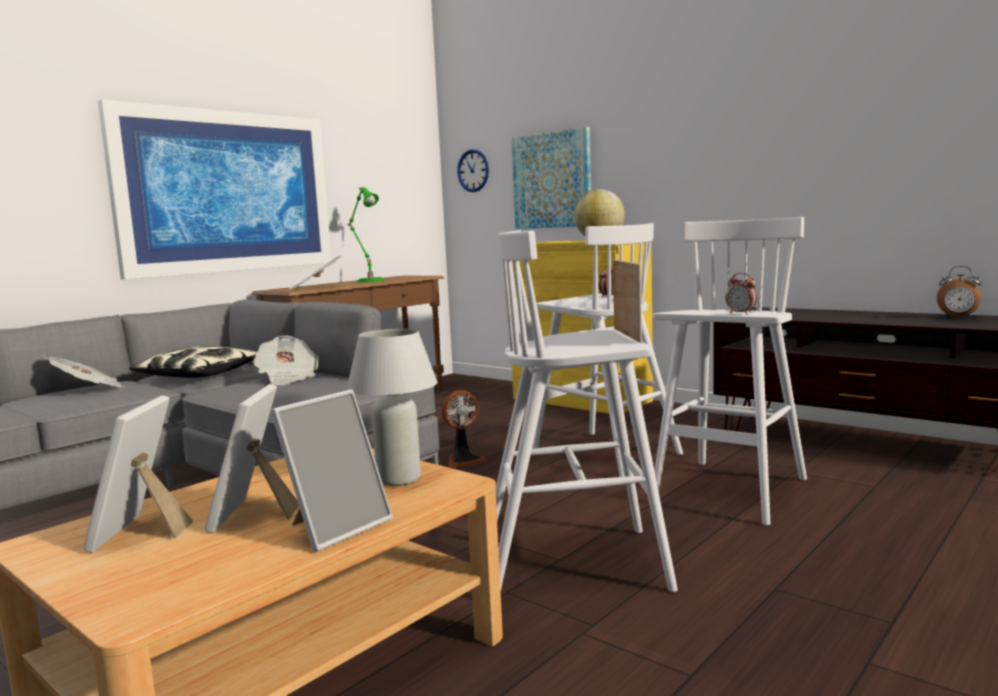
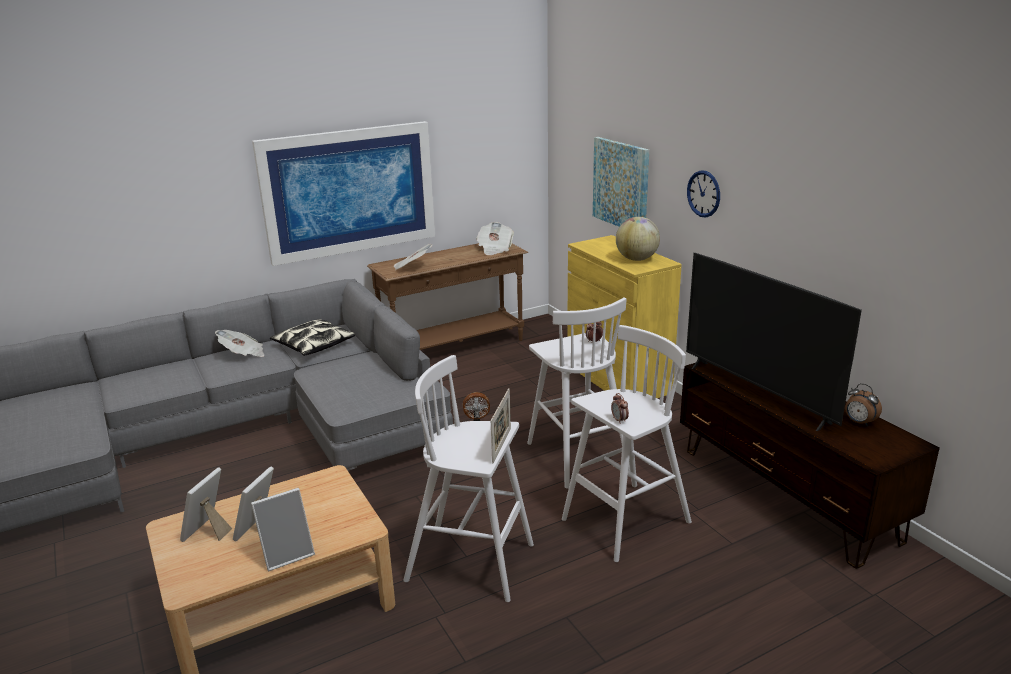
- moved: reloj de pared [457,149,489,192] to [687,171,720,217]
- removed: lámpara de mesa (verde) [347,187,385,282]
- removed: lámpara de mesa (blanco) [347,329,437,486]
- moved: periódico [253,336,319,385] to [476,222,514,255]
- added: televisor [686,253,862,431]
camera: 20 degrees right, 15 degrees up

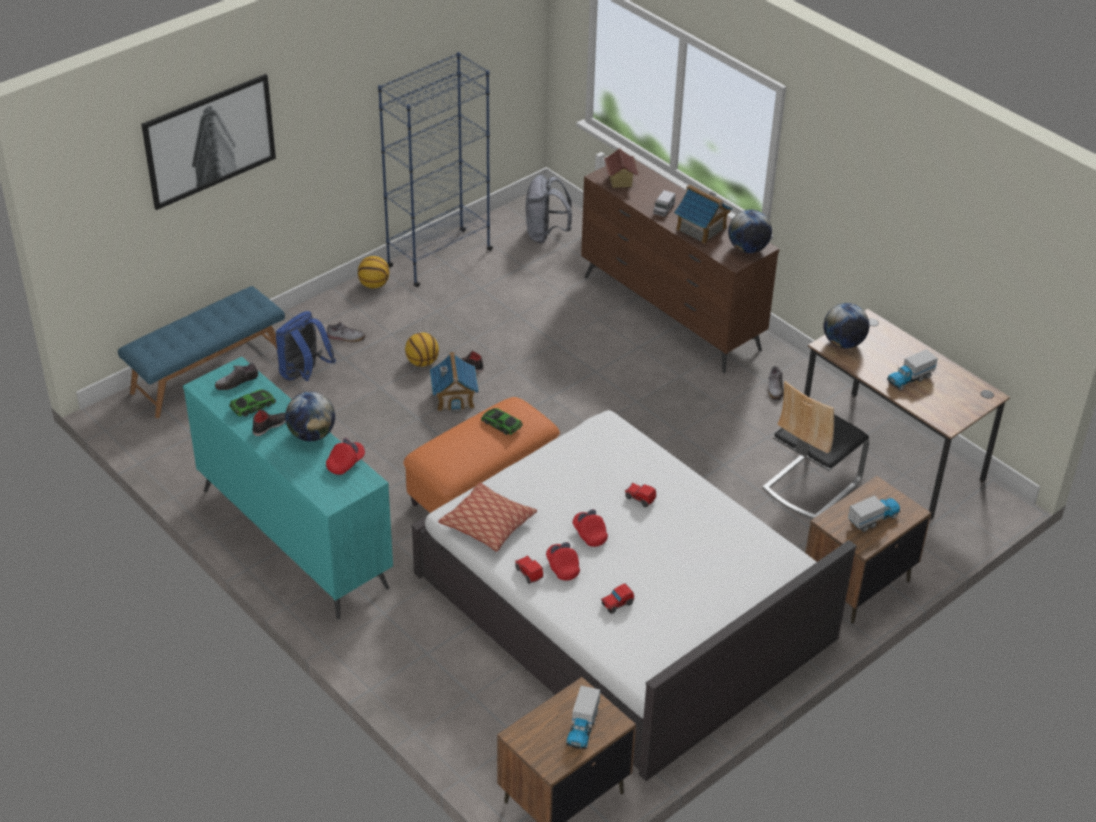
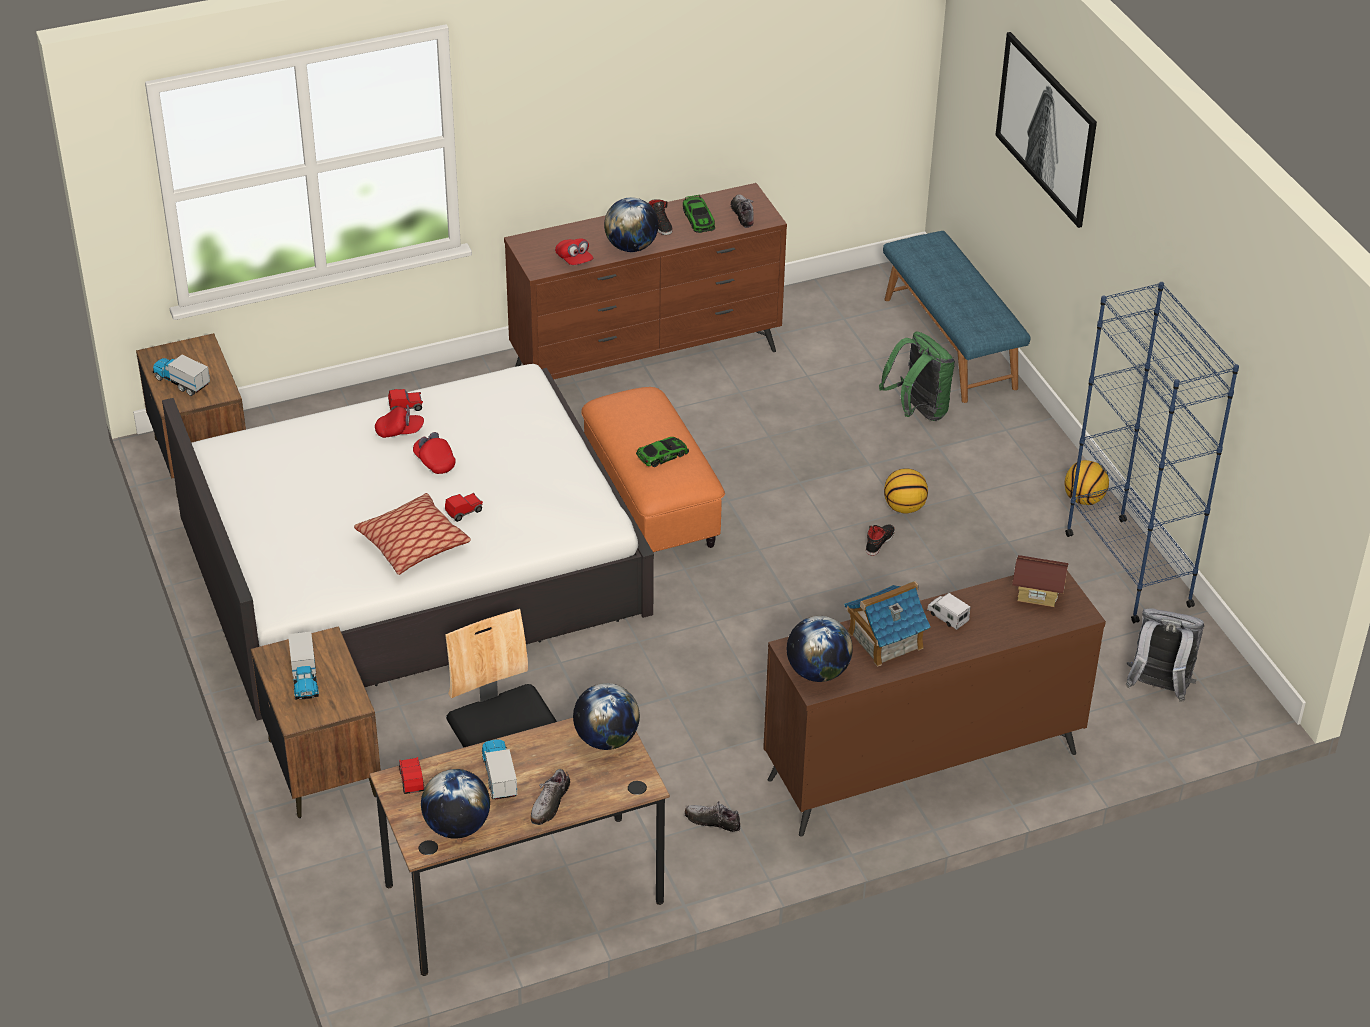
- recoloured: mochila (azul) [276,311,336,381] to mochila (verde) [879,332,955,421]
- moved: zapato [327,322,365,342] to [531,769,570,825]
- removed: casita [430,352,479,414]
- recoloured: cómoda (turquesa) [183,356,393,619] to cómoda (marrón) [504,183,787,379]
- moved: cojín [438,483,537,552] to [354,493,471,575]
- turned: gorra (rojo) [573,509,608,547] = [413,432,456,474] 120 degrees counterclockwise
- moved: coche de juguete [601,583,634,614] to [399,757,425,794]
- added: globo terráqueo [421,769,490,839]
camera: 110 degrees right, 0 degrees up

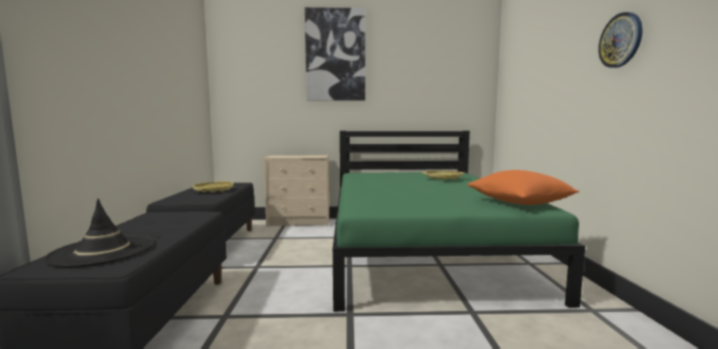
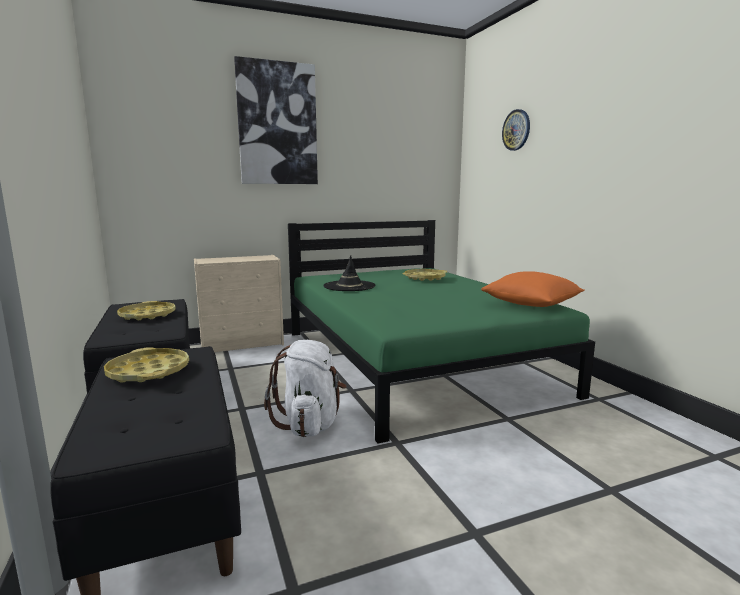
- moved: reloj de pared [598,12,642,68] to [502,109,530,151]
- moved: sombrero (negro) [44,199,154,267] to [323,255,375,291]
- added: mochila (blanco) [264,340,347,437]
- added: bandeja (amarillo) [104,347,189,383]
camera: 20 degrees left, 5 degrees up

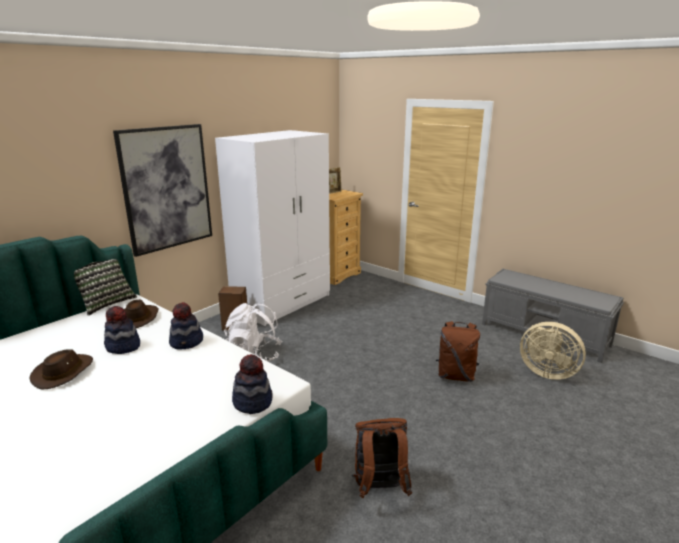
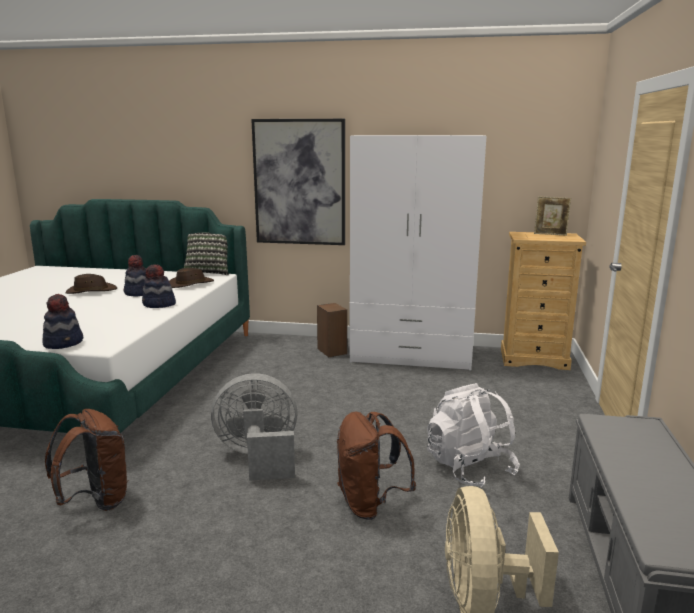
- moved: mochila (blanco) [224,303,282,361] to [427,383,520,487]
- added: ventilador (gris) [211,373,298,481]
camera: 60 degrees right, 5 degrees down

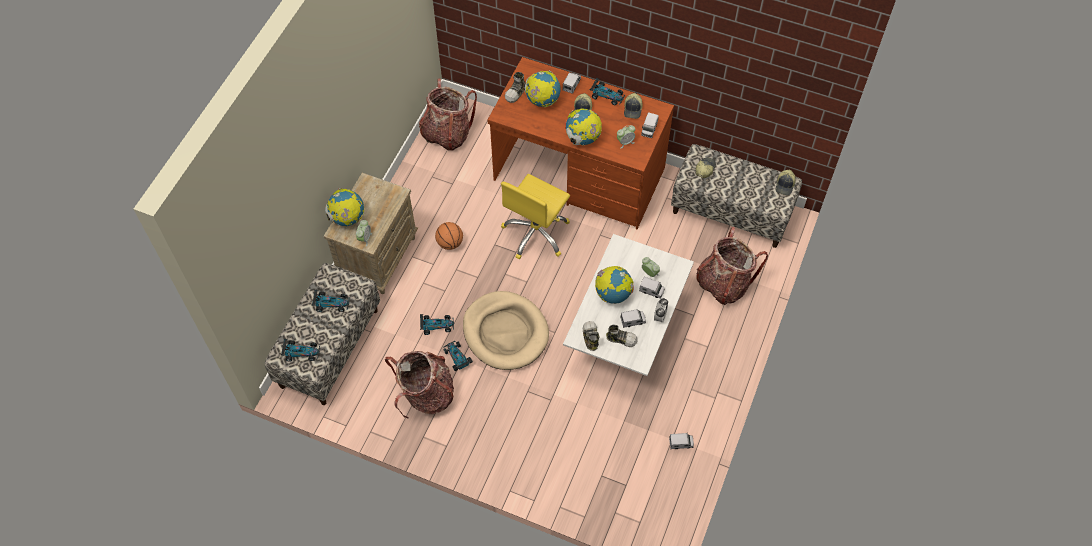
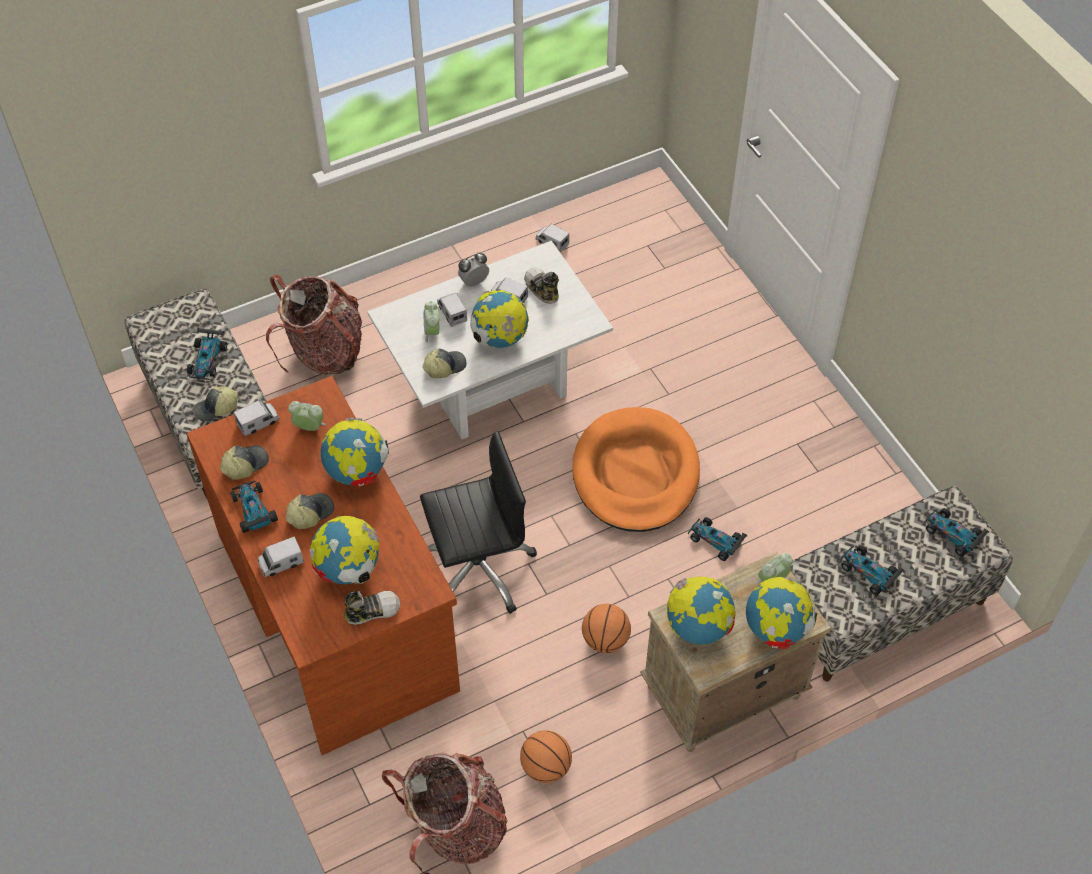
- moved: gorra [775,170,796,195] to [423,348,467,378]
- recoloured: silla de oficina (amarillo) [501,174,570,259] to silla de oficina (negro) [420,431,537,614]
- recoloured: cama para perro (beis) [463,291,549,370] to cama para perro (naranja) [572,407,700,532]
- removed: zapato [583,321,599,351]
- moved: coche de juguete [443,341,473,371] to [187,327,227,380]
- removed: mochila [385,351,454,419]
- added: globo terráqueo [667,577,736,645]
- added: balón de baloncesto [520,730,572,783]
camera: 140 degrees left, 5 degrees down

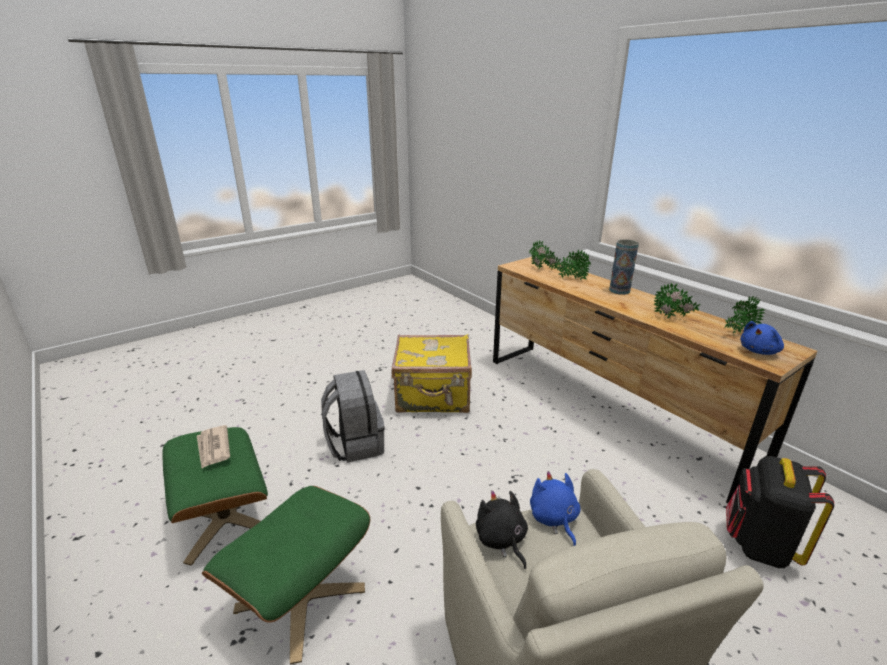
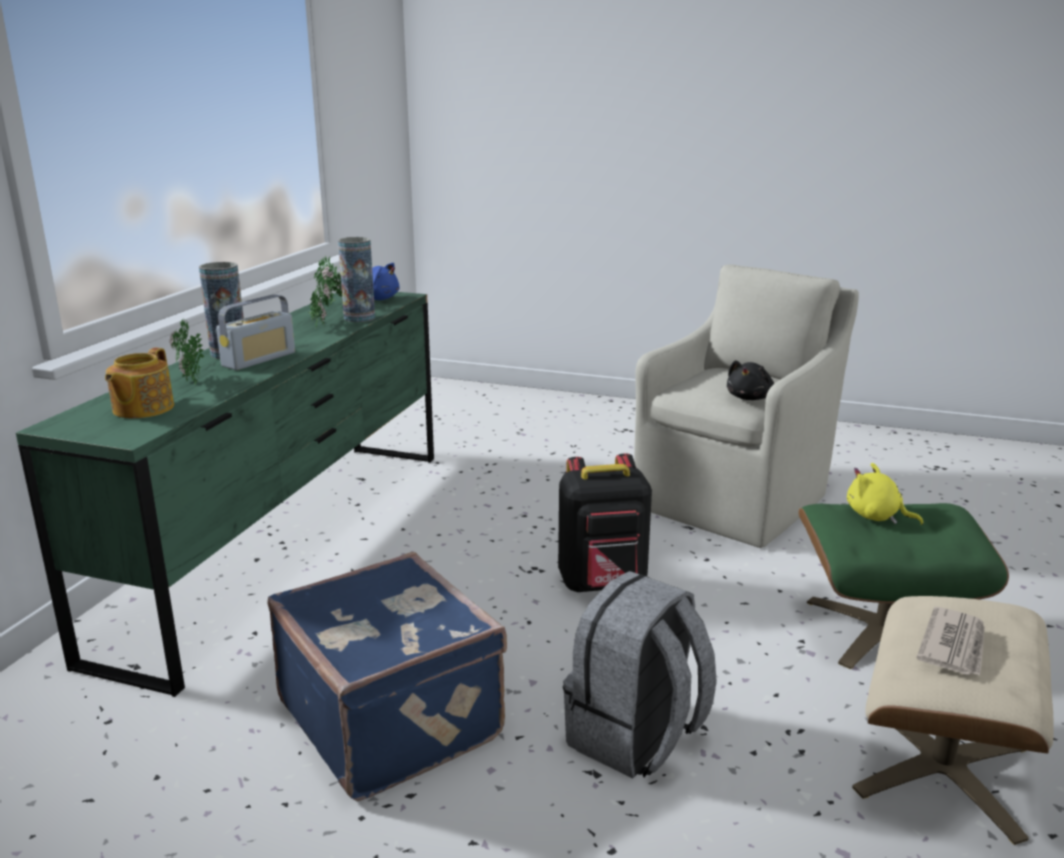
- replaced: planta en maceta [529,240,561,269] to tetera [105,348,174,419]
- recoloured: cómoda (marrón) [493,257,818,503] to cómoda (verde) [16,292,434,697]
- recoloured: maleta (amarillo) [392,334,472,413] to maleta (azul) [267,552,507,801]
- recoloured: puf (verde) [162,427,268,566] to puf (beis) [852,596,1054,845]
- moved: mochila (negro) [726,456,834,568] to [558,453,652,592]
- removed: peluche (azul) [530,471,581,546]
- added: florero [338,237,375,322]
- added: radio [216,294,295,370]
- added: peluche (amarillo) [847,463,923,525]
camera: 125 degrees left, 5 degrees down

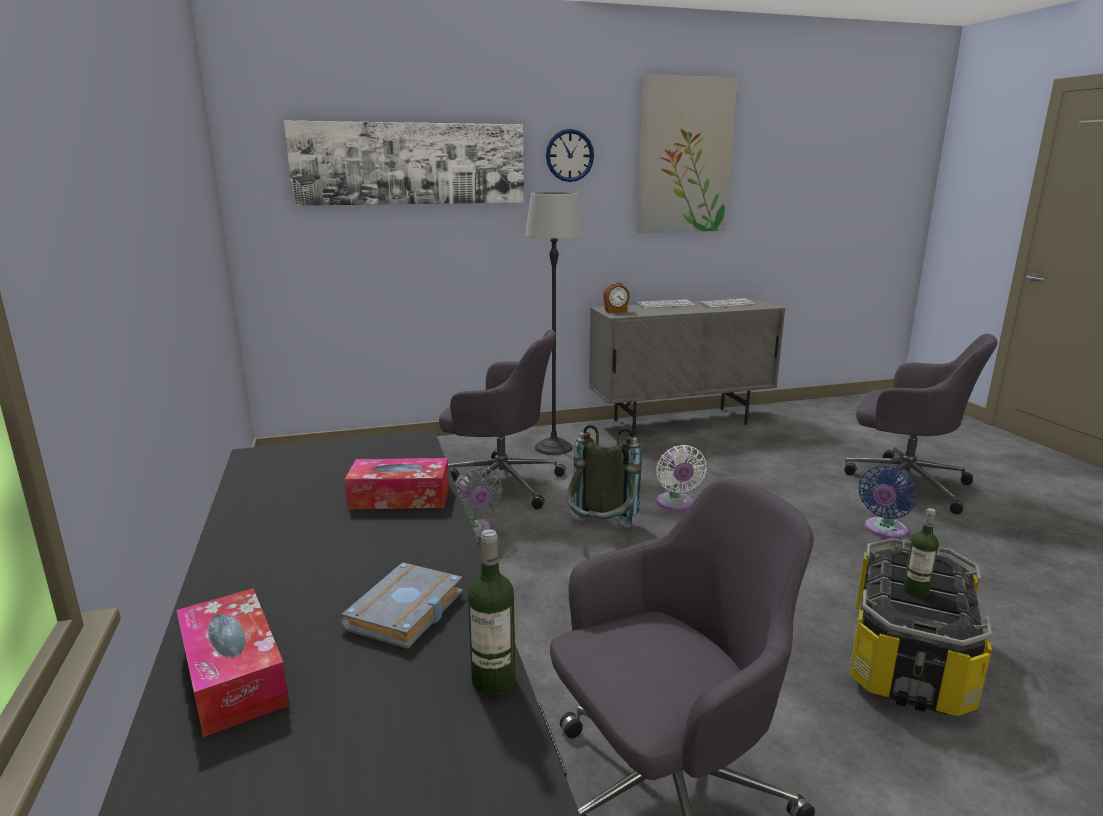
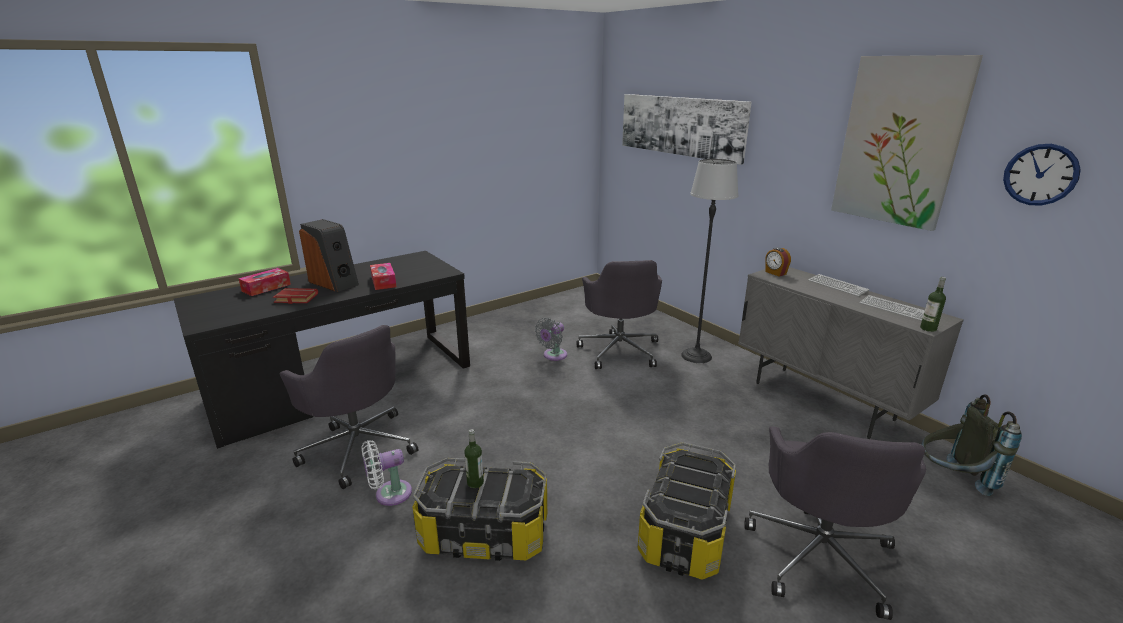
- moved: reloj de pared [546,129,594,182] to [1003,144,1081,205]
- moved: mochila (gris) [567,424,642,527] to [921,394,1022,496]
- moved: ventilador (blanco) [656,445,707,511] to [362,440,412,506]
- replaced: ventilador (azul) [859,466,917,539] to caja de almacenaje [637,442,736,580]
- moved: botella [468,529,516,695] to [920,277,946,332]
- recoloured: libro (gris) [339,562,463,649] to libro (rojo) [273,288,318,304]
- added: altavoz [299,219,359,292]
camera: 70 degrees right, 5 degrees up

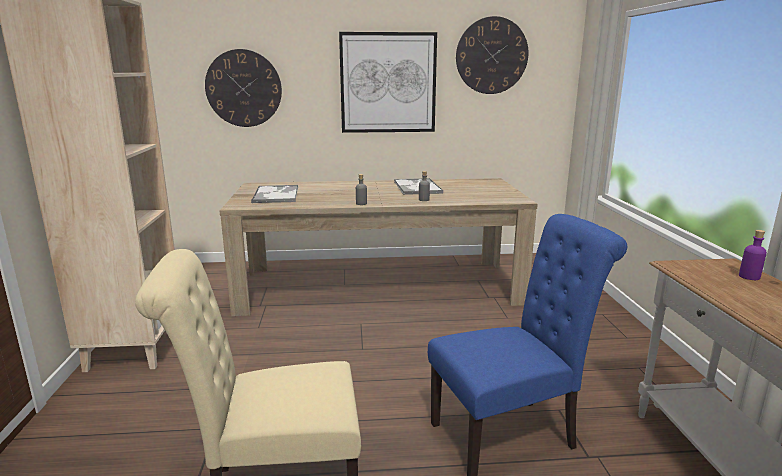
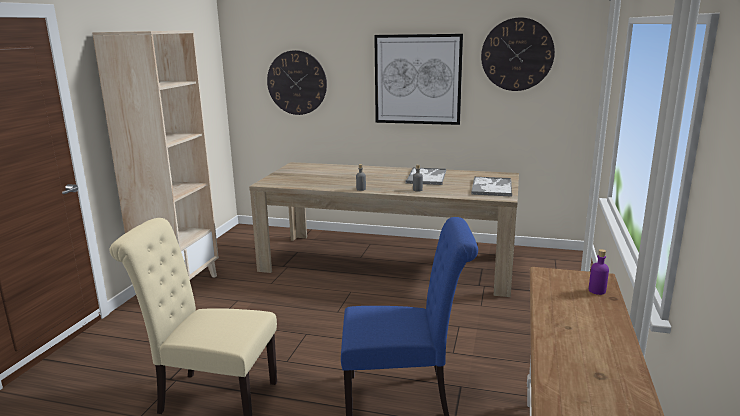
- moved: bandeja [251,185,299,203] to [471,177,512,197]
camera: 20 degrees right, 0 degrees up

